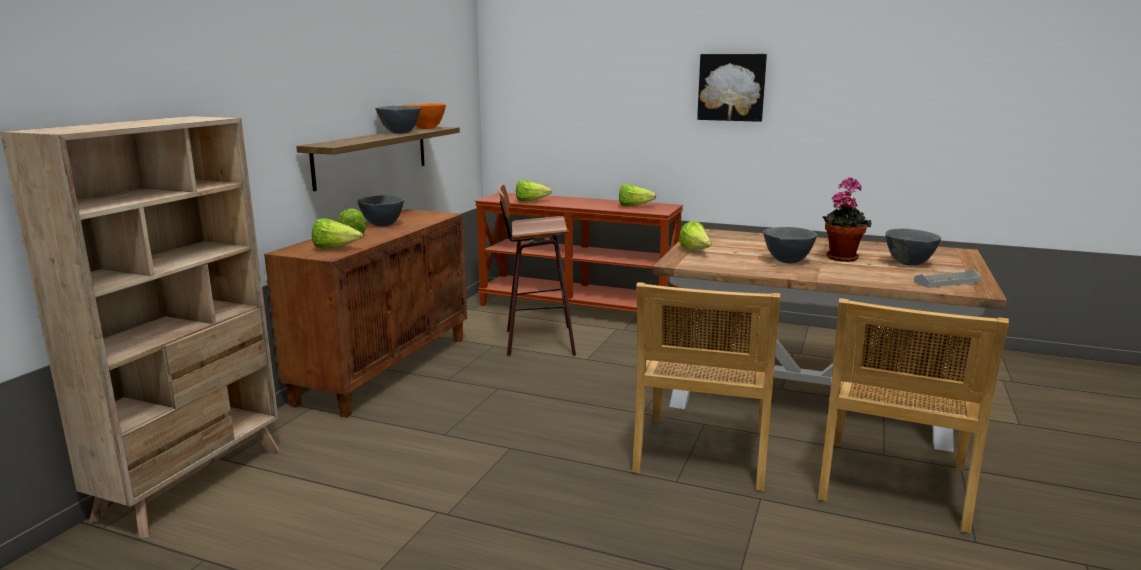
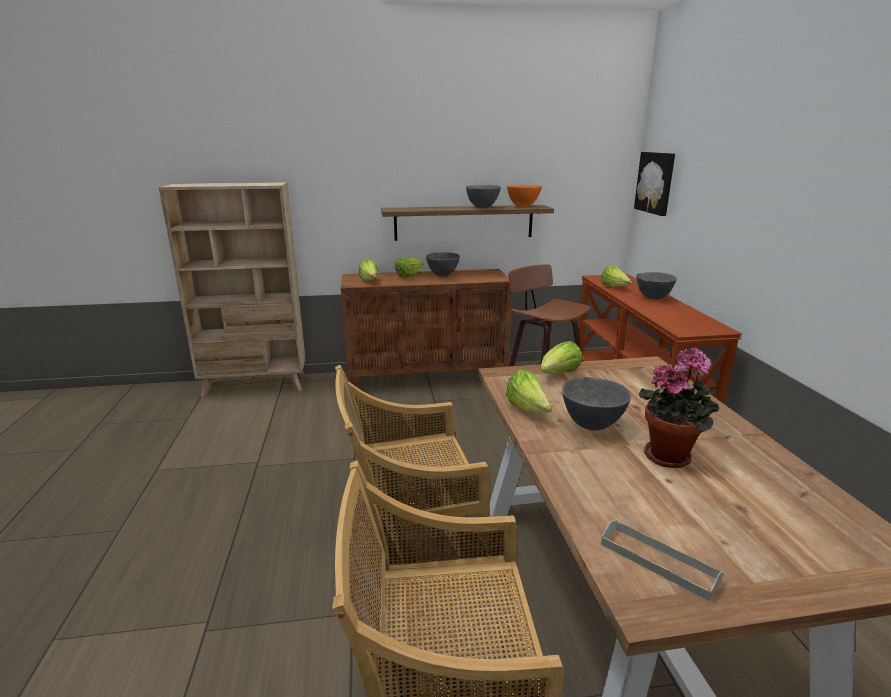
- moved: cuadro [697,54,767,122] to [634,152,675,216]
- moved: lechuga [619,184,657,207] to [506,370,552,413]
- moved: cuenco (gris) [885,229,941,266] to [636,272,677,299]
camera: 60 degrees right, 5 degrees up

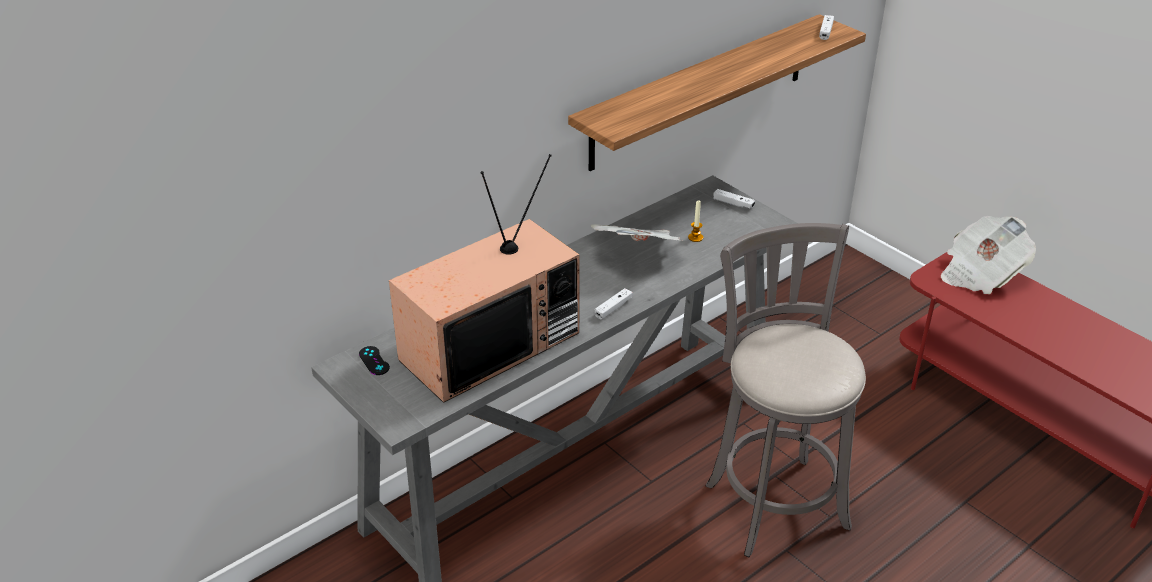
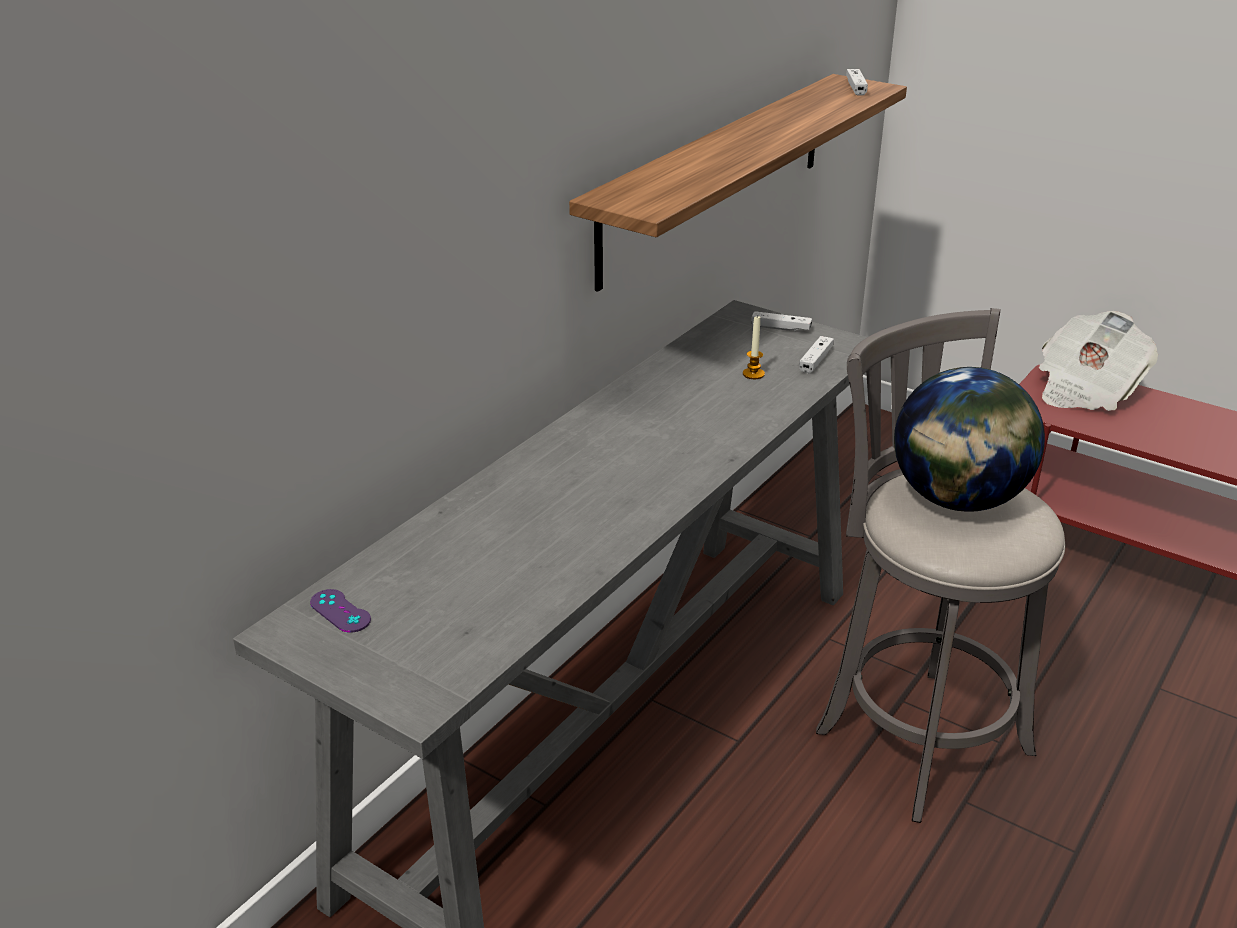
- removed: televisor [389,154,580,403]
- removed: periódico [591,224,682,241]
- moved: mando de consola (blanco) [594,288,633,320] to [799,336,834,374]
- recoloured: mando de consola (negro) [359,346,390,375] to mando de consola (morado) [310,589,371,633]
- added: globo terráqueo [894,367,1045,512]
camera: 15 degrees left, 5 degrees down

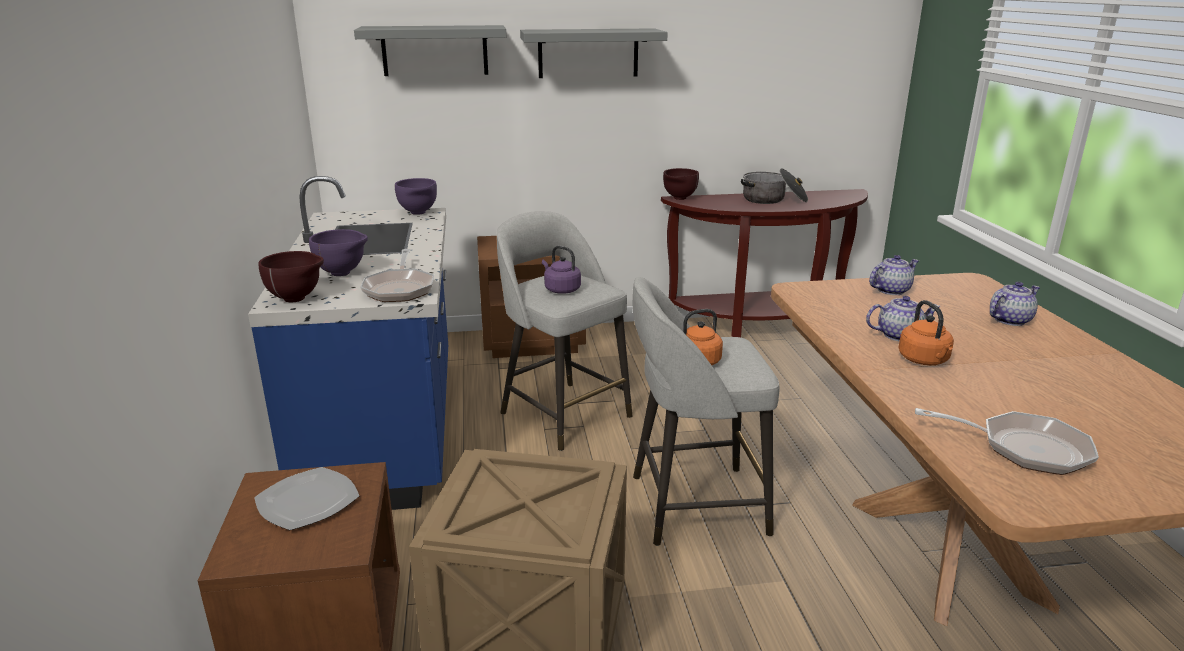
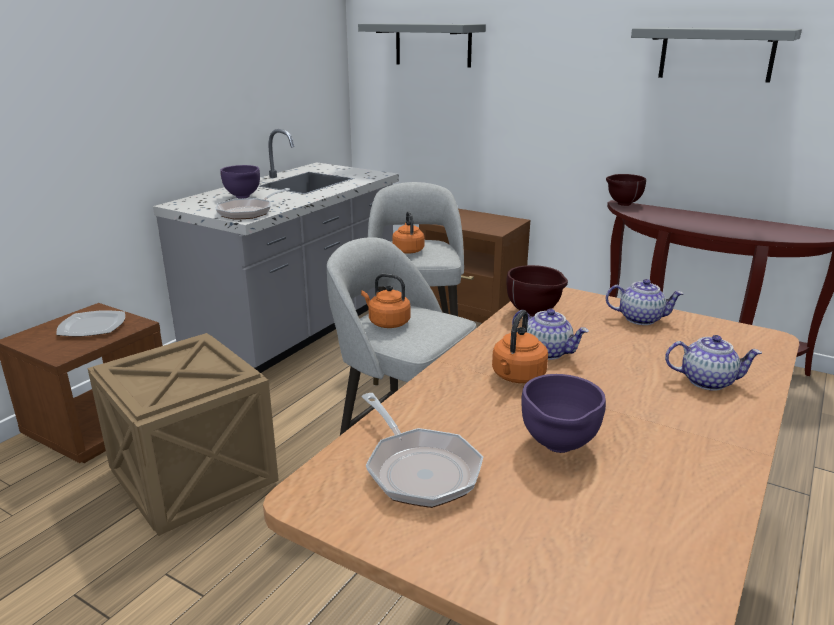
- moved: estante (gris) [520,28,668,78] to [631,27,802,83]
- removed: olla [741,168,808,204]
- recoloured: mueble bajo de cocina (azul) [248,176,448,510] to mueble bajo de cocina (gris) [153,129,399,373]
- moved: cuenco (morado) [395,178,437,215] to [521,374,606,453]
- recoloured: hervidor (morado) [542,246,581,294] to hervidor (naranja) [392,211,424,254]
- moved: cuenco (marrón) [259,251,324,302] to [506,265,568,317]
camera: 40 degrees right, 0 degrees up

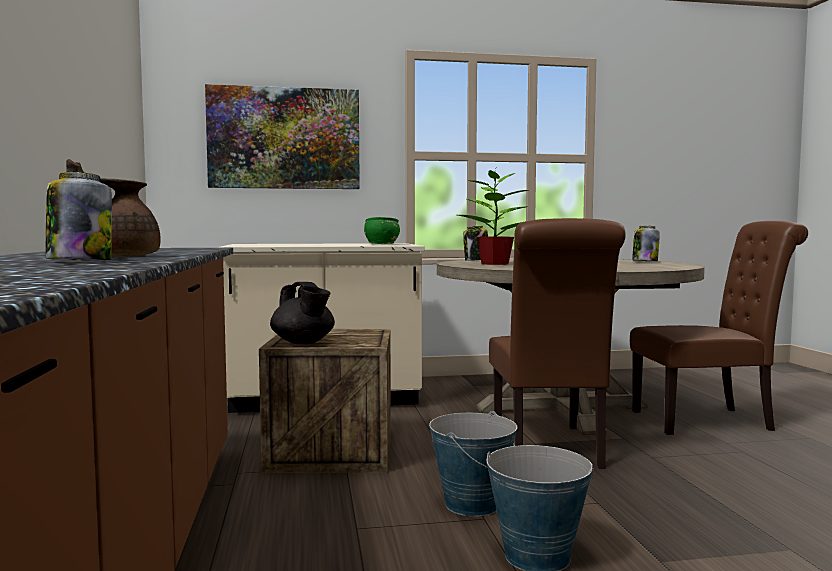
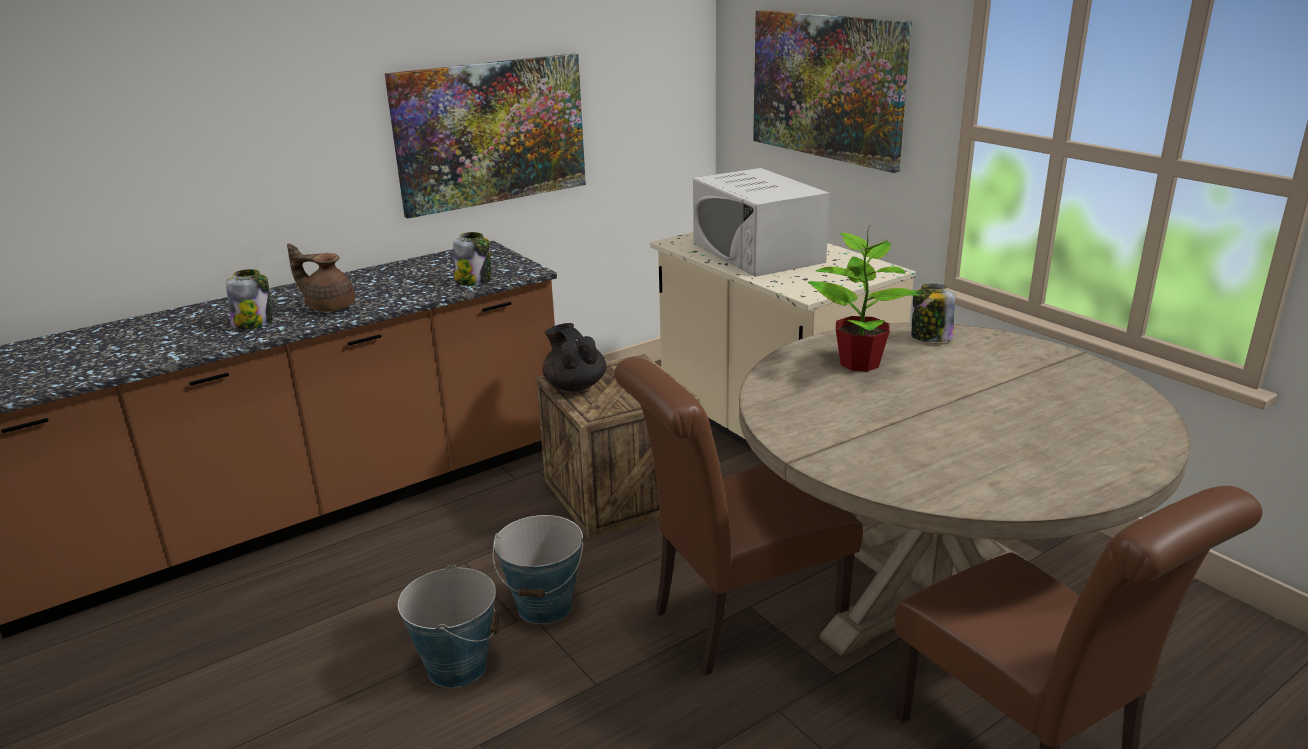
- removed: cuenco (verde) [364,217,400,244]
- moved: tarro [632,226,660,262] to [453,232,491,286]
- turned: tetera (negro) [270,282,335,344] = [542,323,607,391] 120 degrees clockwise
- added: cuadro [384,53,586,219]
- added: microondas (blanco) [693,168,830,277]
camera: 65 degrees right, 20 degrees up

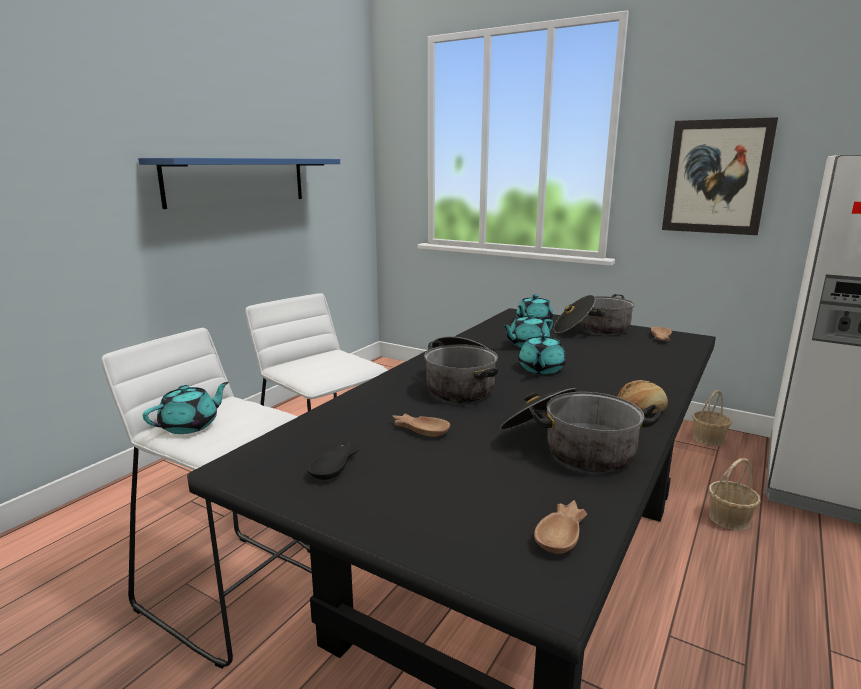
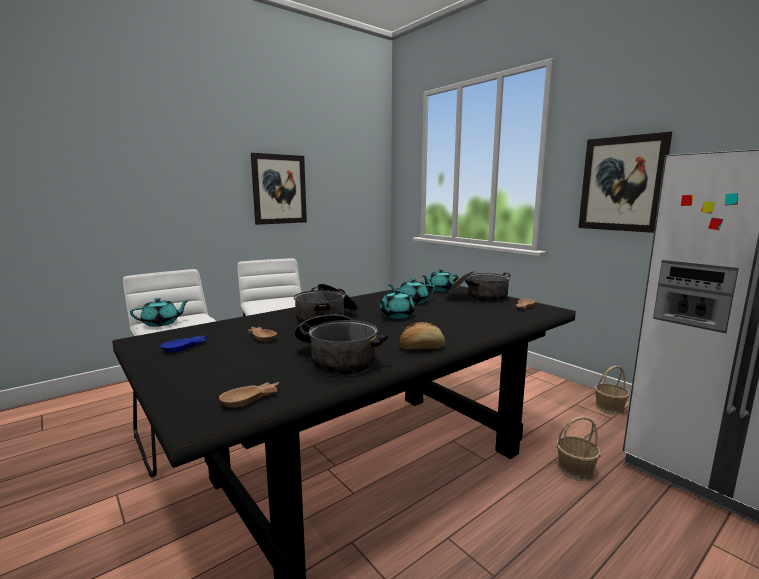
- replaced: estante (azul) [138,158,340,209] to cuadro [251,153,307,225]
- recoloured: cuenco (negro) [308,441,358,480] to cuenco (azul) [160,335,207,352]
camera: 20 degrees right, 5 degrees down

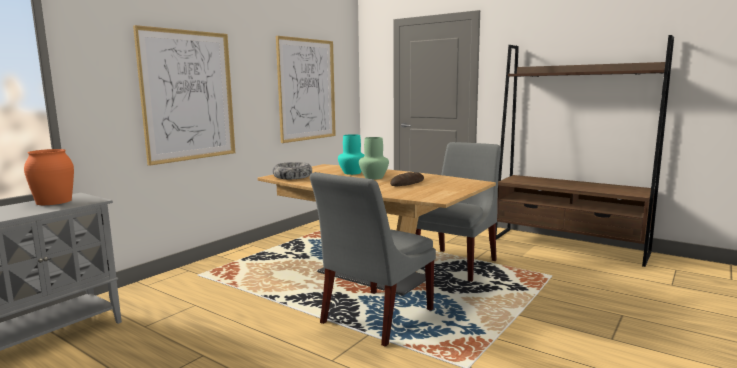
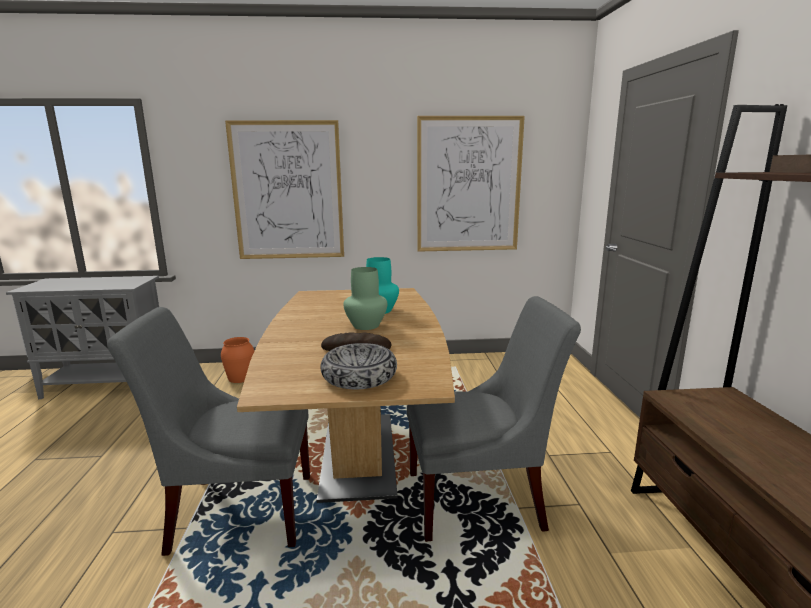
- moved: florero (naranja) [24,149,74,205] to [221,337,254,383]
- moved: cuenco [273,162,312,179] to [320,343,397,389]
camera: 50 degrees right, 5 degrees up

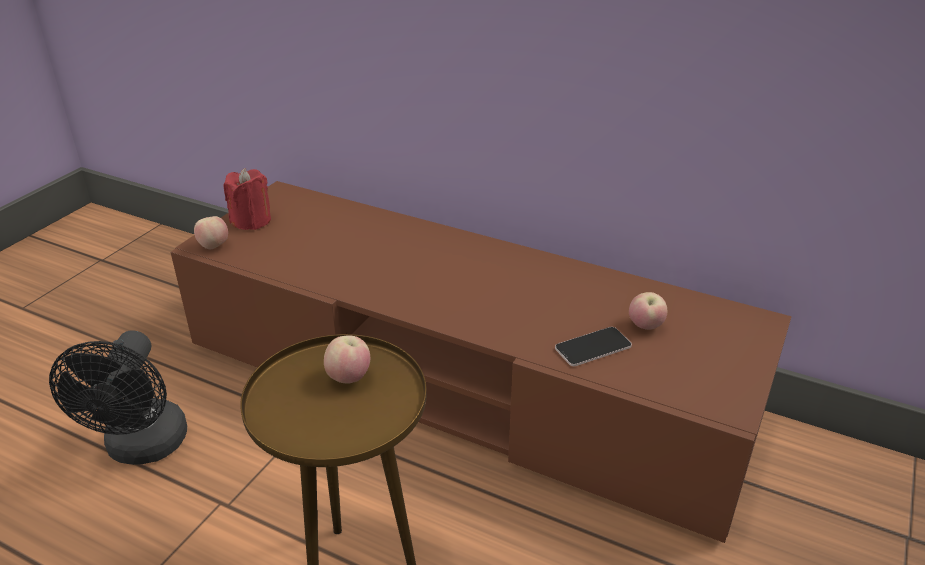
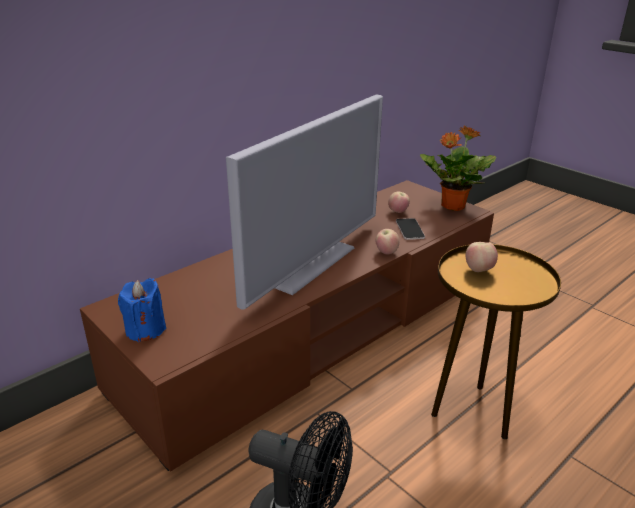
- recoloured: vela (rojo) [223,168,271,230] to vela (azul) [118,278,166,342]
- moved: manzana [194,216,228,249] to [376,229,399,255]
- added: televisor [226,95,383,310]
- added: planta en maceta [420,125,497,211]
camera: 70 degrees left, 5 degrees down

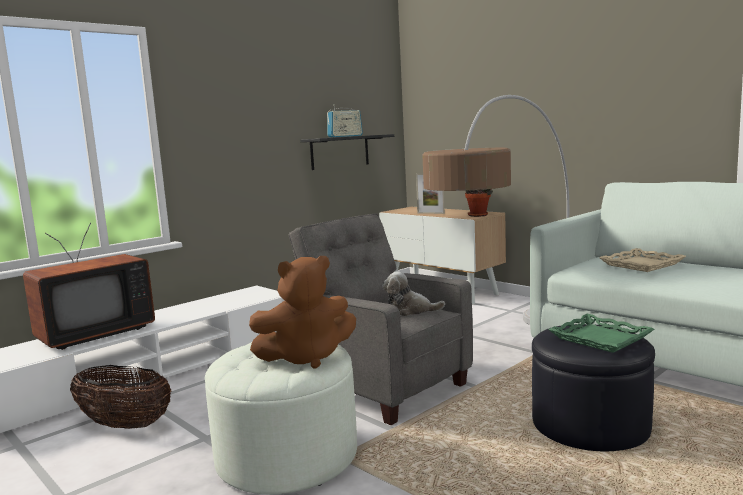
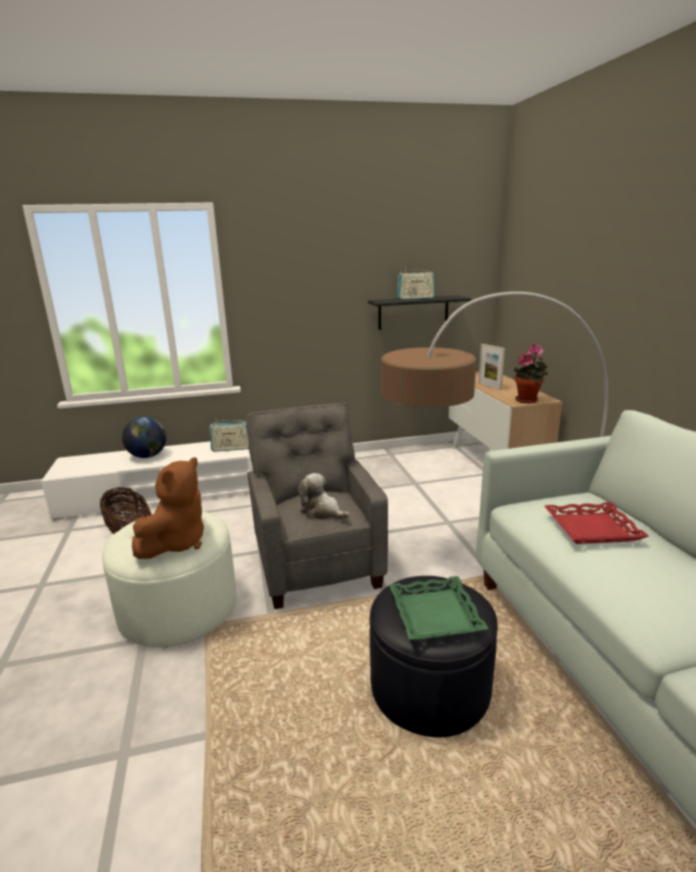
- replaced: televisor [23,223,155,350] to globo terráqueo [122,417,166,458]
- recoloured: bandeja (beis) [599,248,686,272] to bandeja (rojo) [544,502,649,544]
- turned: peluche (marrón) [249,256,356,369] = [132,457,204,559] 75 degrees counterclockwise
- added: radio [210,418,249,452]
camera: 30 degrees right, 10 degrees up

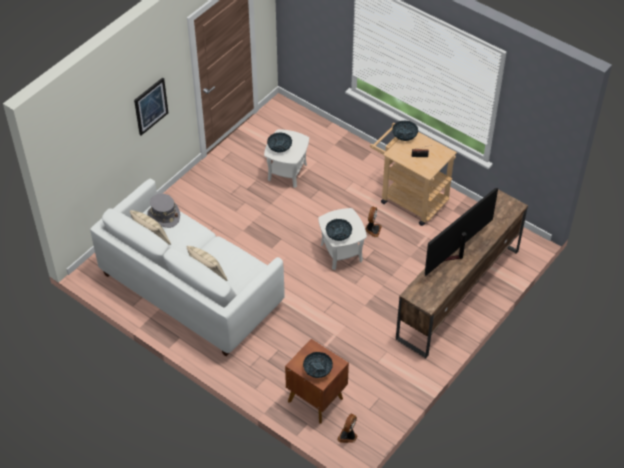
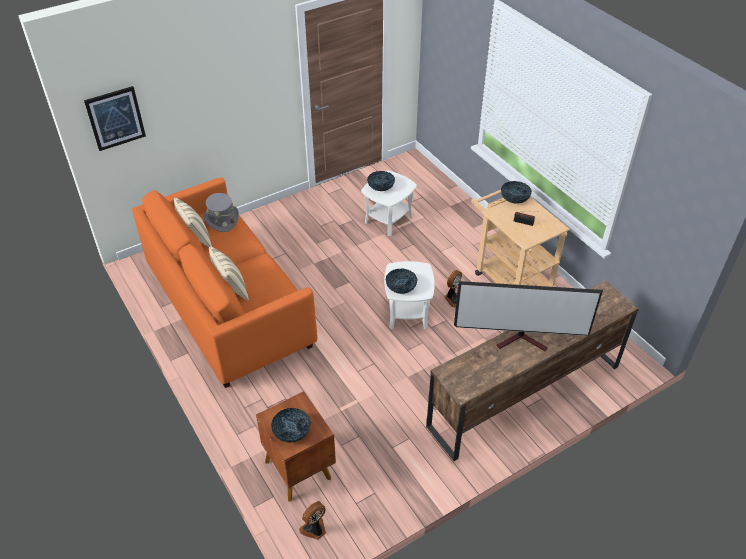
- moved: cuadro [134,77,168,135] to [84,86,146,151]
- recoloured: sofá (blanco) [90,179,285,356] to sofá (naranja) [132,177,317,388]
- turned: televisor [425,188,498,276] = [454,281,603,351] 150 degrees counterclockwise
camera: 20 degrees right, 5 degrees down

